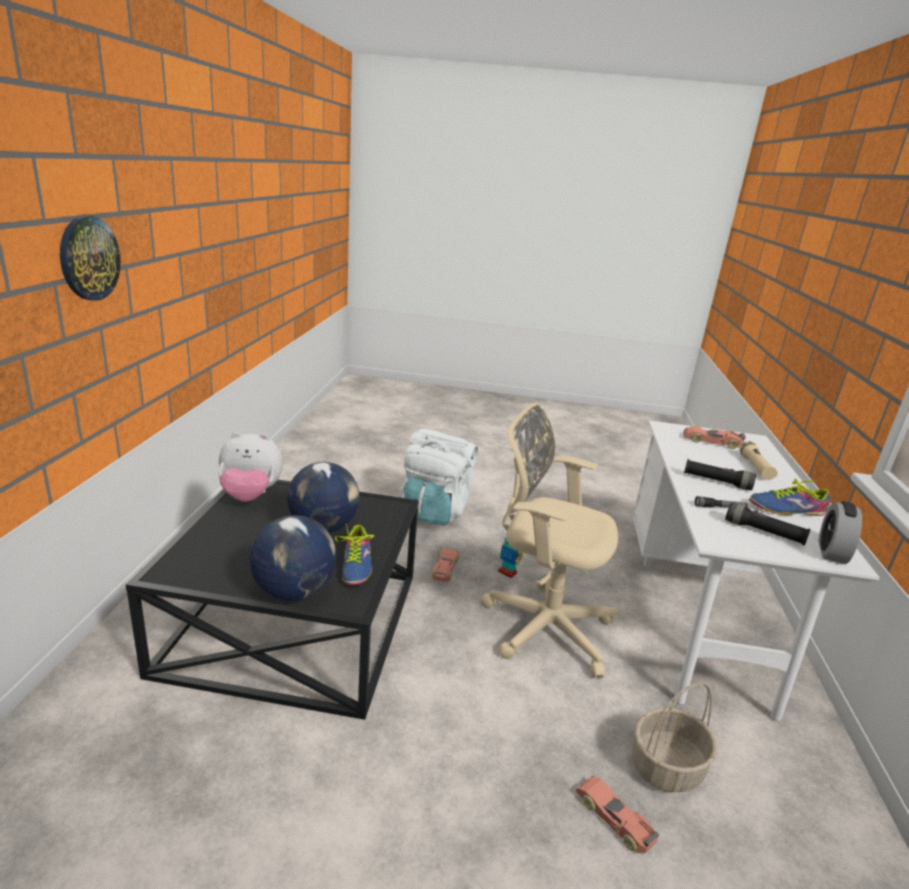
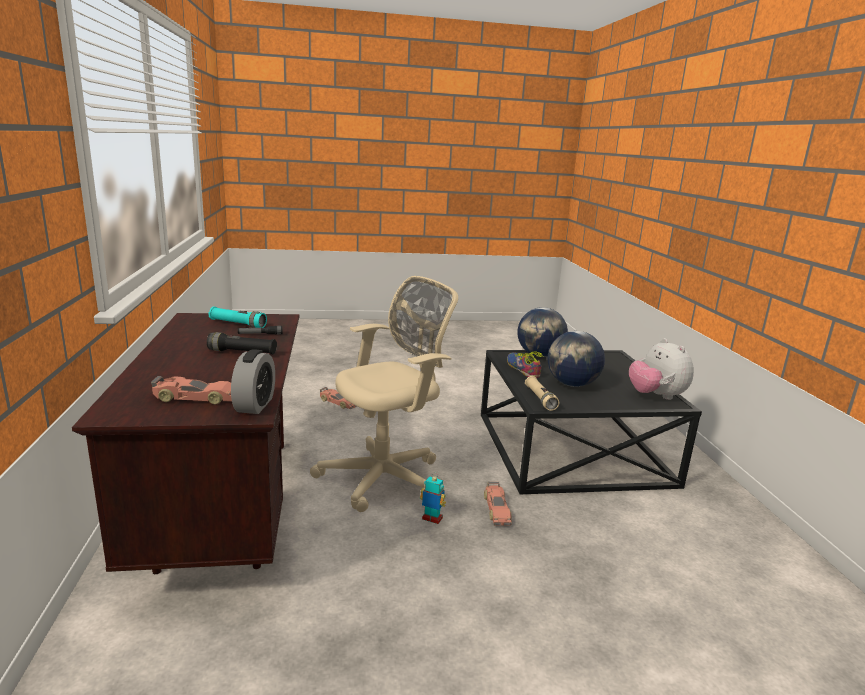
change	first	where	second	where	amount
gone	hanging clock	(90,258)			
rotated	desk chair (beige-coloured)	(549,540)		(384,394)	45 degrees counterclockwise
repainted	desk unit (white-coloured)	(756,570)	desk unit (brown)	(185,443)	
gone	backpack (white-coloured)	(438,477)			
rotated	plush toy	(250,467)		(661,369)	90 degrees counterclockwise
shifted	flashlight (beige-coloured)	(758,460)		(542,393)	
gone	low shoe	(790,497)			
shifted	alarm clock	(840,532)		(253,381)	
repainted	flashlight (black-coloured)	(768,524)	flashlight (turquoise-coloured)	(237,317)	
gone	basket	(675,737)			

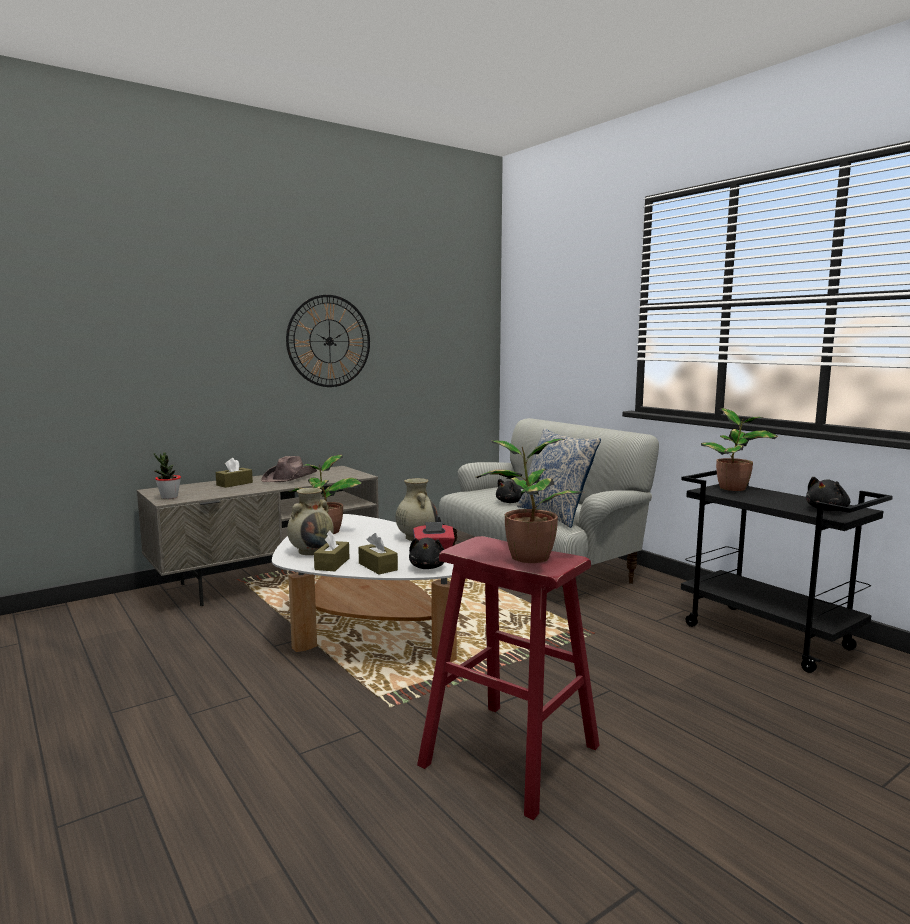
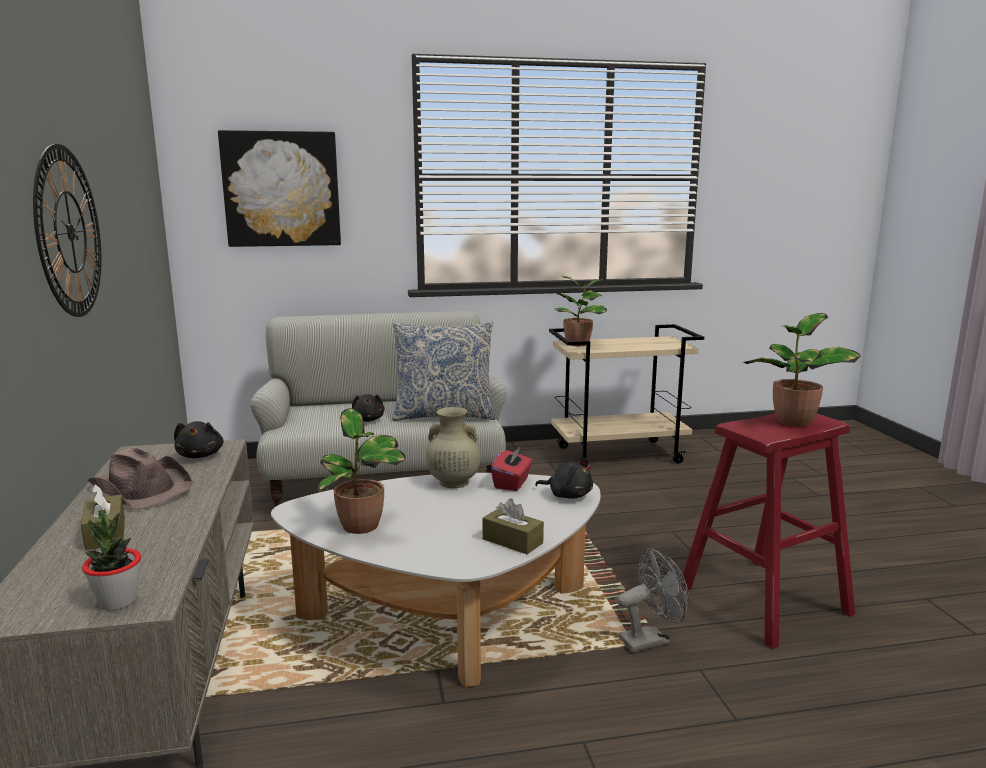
change	first	where	second	where	amount
repainted	trolley (black-coloured)	(787,571)	trolley (beige-coloured)	(626,394)	
shifted	plush toy (black-coloured)	(828,494)		(199,439)	
gone	decorative vase (beige-coloured)	(310,521)			
gone	tissue box (brown)	(378,553)			
new			wall art	(279,188)	
new			cooling fan (gray)	(653,600)	

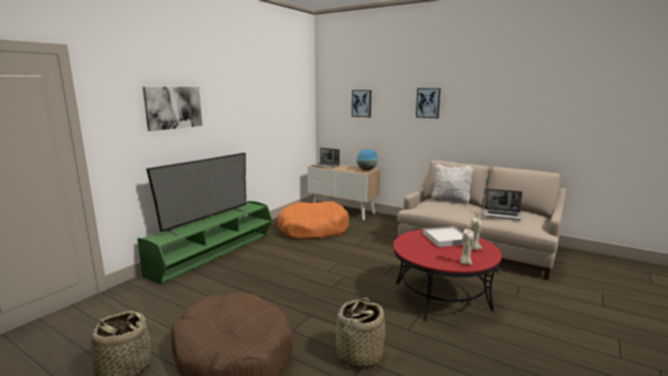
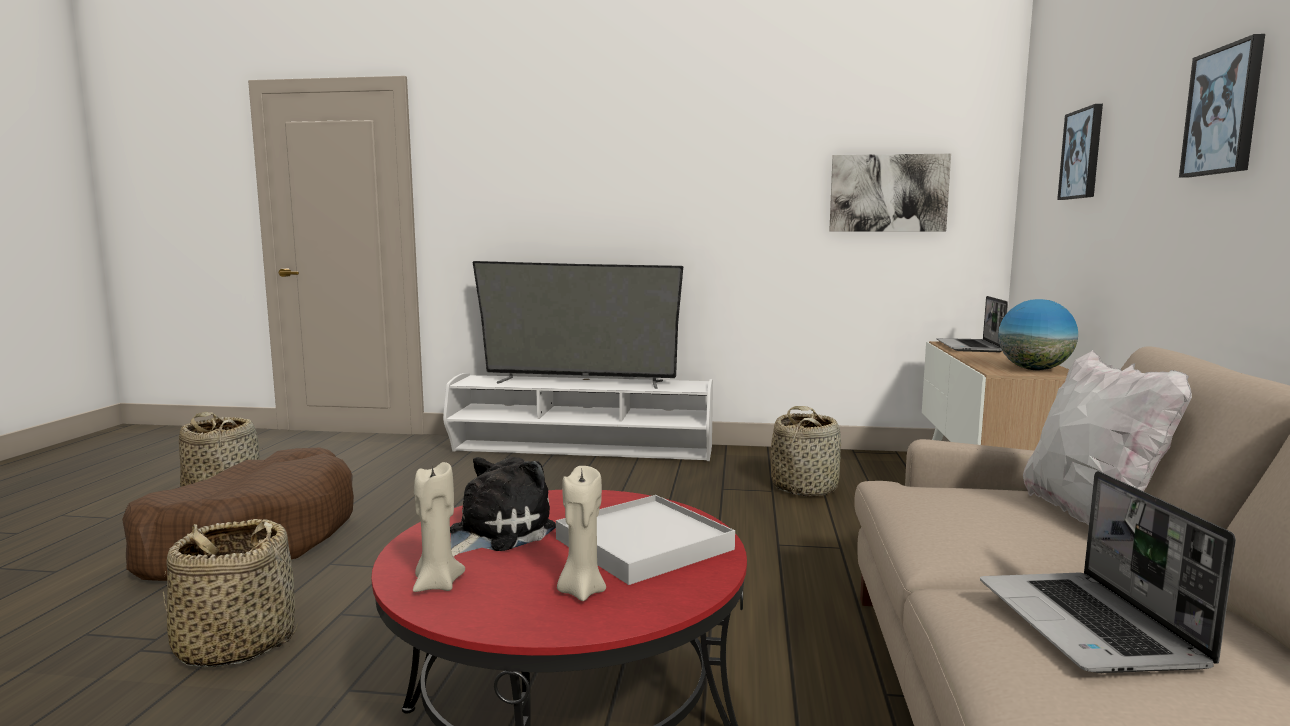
change	first	where	second	where	amount
shifted	wall art	(172,109)		(890,193)	
repainted	media console (green-coloured)	(204,243)	media console (white-coloured)	(578,417)	
swapped	pet bed (orangey)	(313,220)	basket	(806,451)	
new			plush toy	(503,507)	

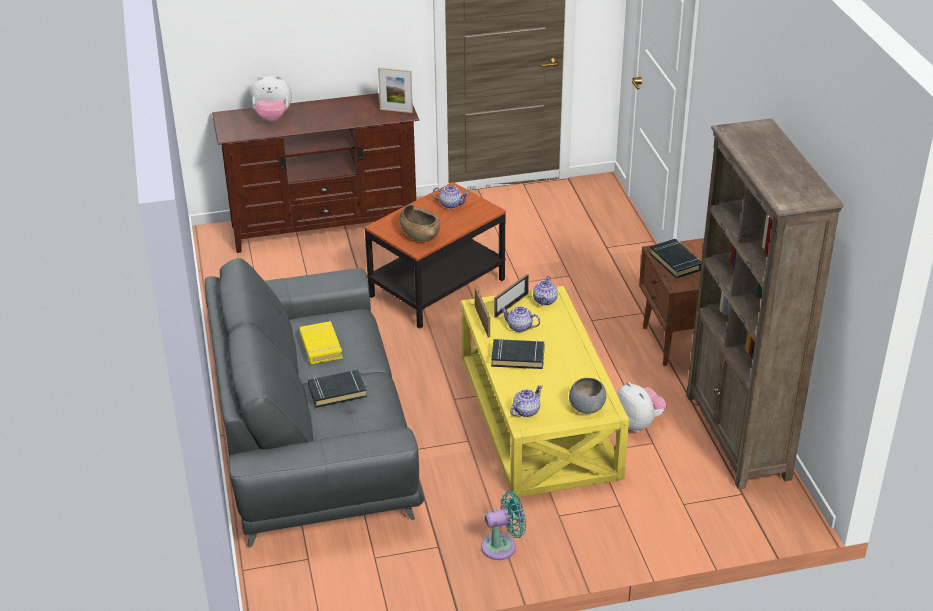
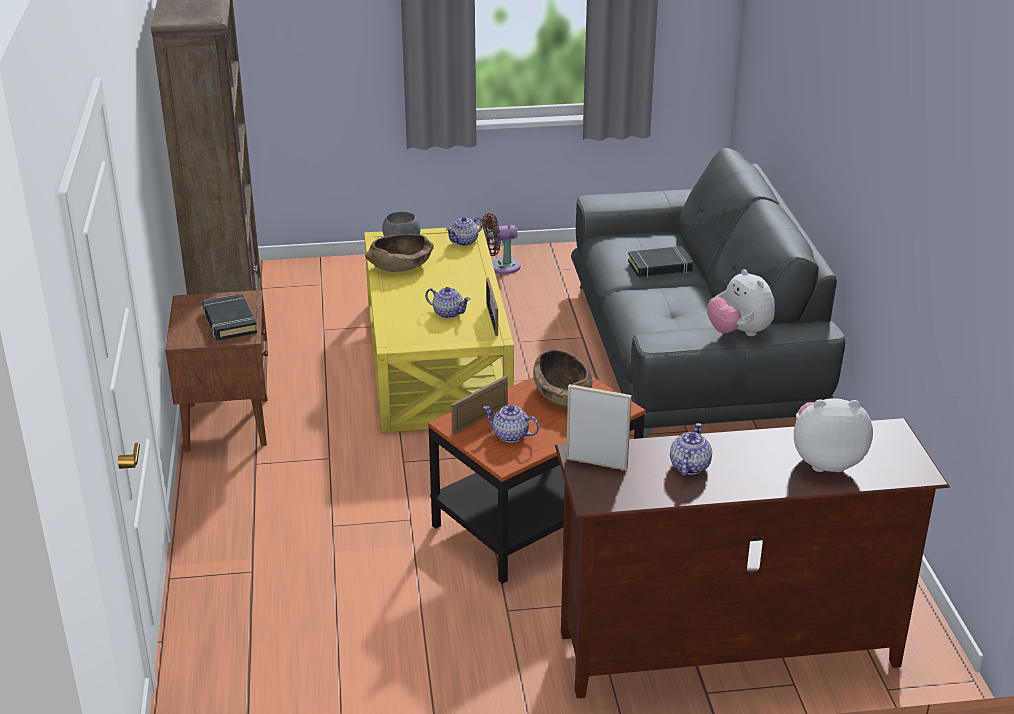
change	first	where	second	where	amount
shifted	photo frame	(511,296)		(479,405)	
shifted	teapot	(545,291)		(691,449)	
gone	bound book (yellowish)	(321,342)			
gone	bound book (black-coloured)	(518,354)			
shifted	plush toy	(641,407)		(741,302)	
repainted	cooling fan (turquoise-coloured)	(503,525)	cooling fan (brown)	(501,243)	
new			deep dish (brown)	(399,253)	

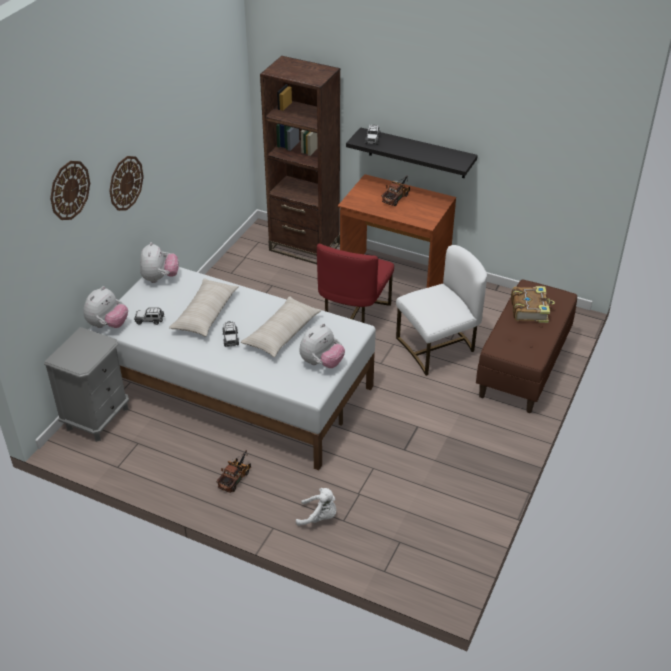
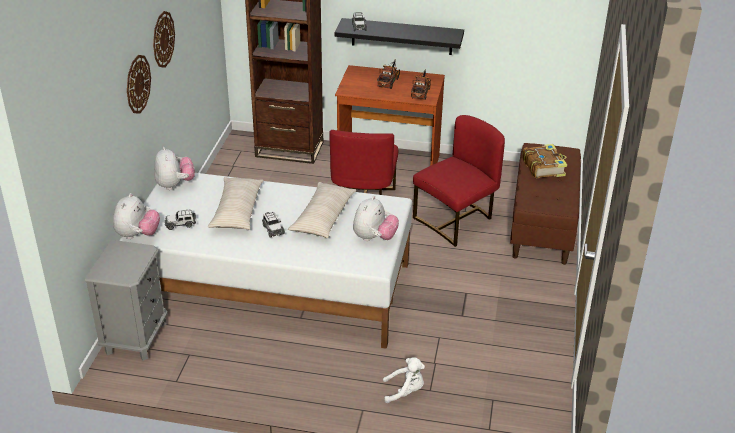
change	first	where	second	where	amount
shifted	hanging clock	(70,190)		(164,39)	
repainted	upright chair (white-coloured)	(441,310)	upright chair (reddish)	(459,181)	
shifted	model truck	(233,471)		(421,84)	

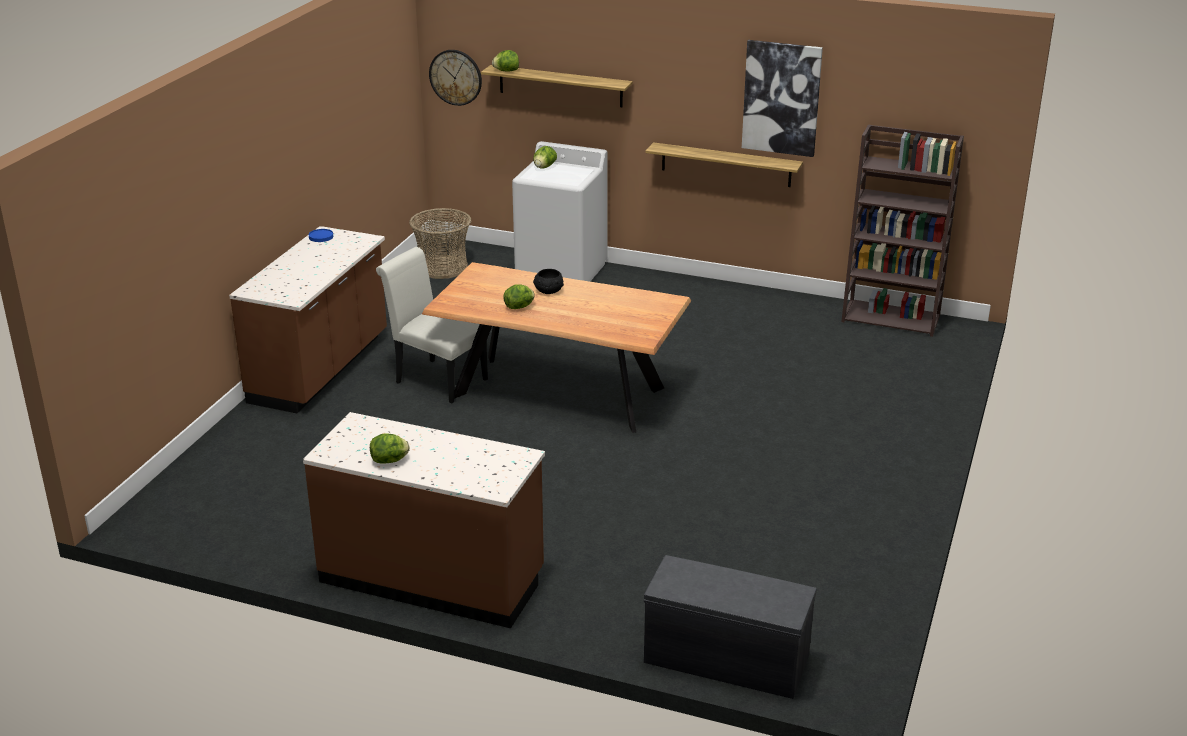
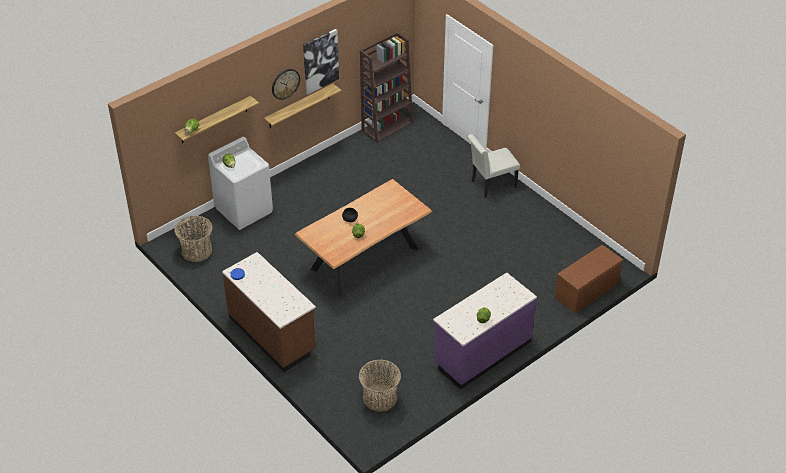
change	first	where	second	where	amount
shifted	hanging clock	(455,78)		(286,84)	
shifted	upright chair (white-coloured)	(432,325)		(493,166)	
repainted	kitchen counter (brown)	(424,520)	kitchen counter (purple)	(485,331)	
repainted	indoor bench (gray)	(730,627)	indoor bench (brown)	(589,279)	
new			basket	(380,386)	

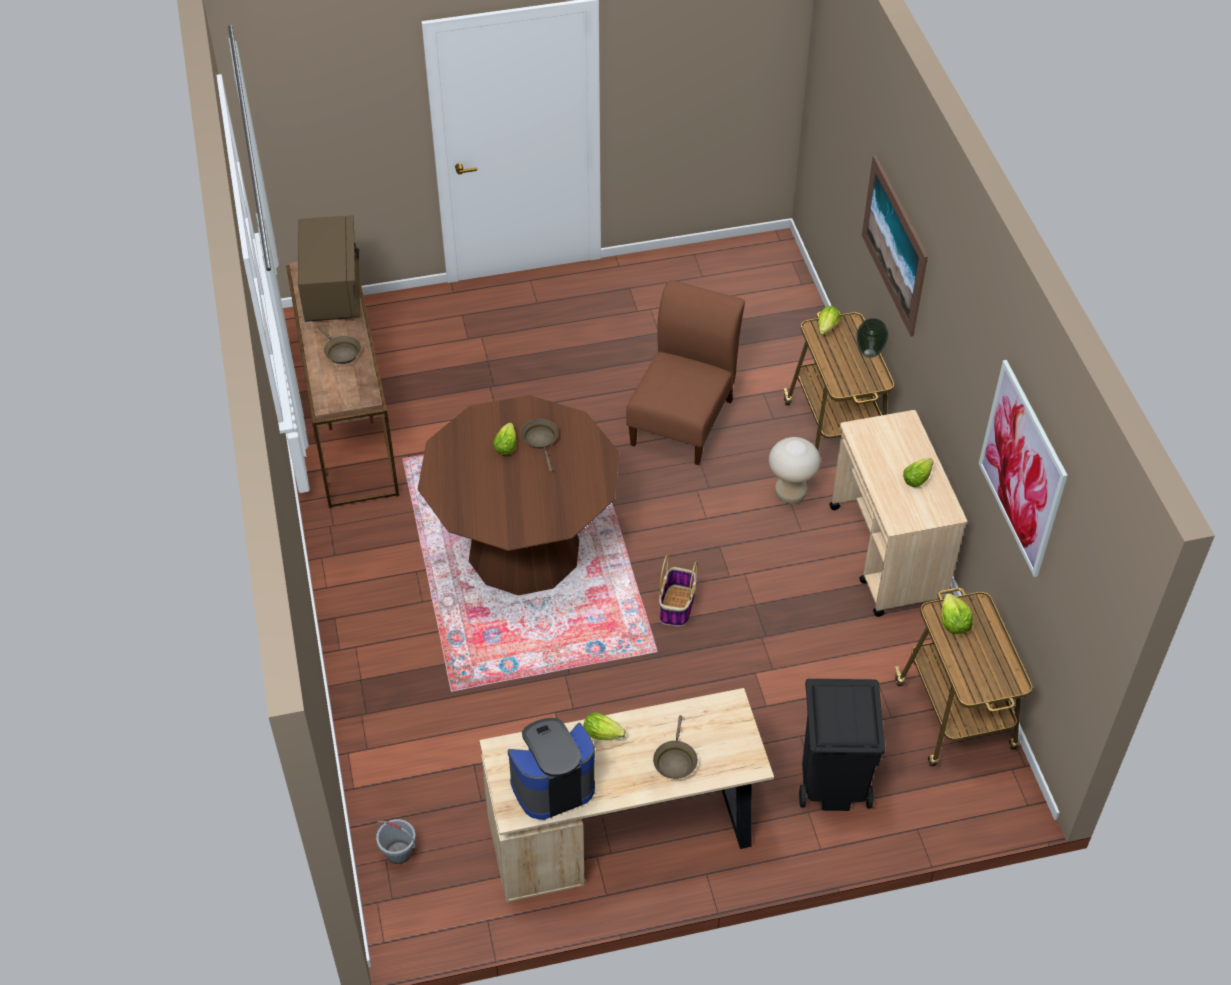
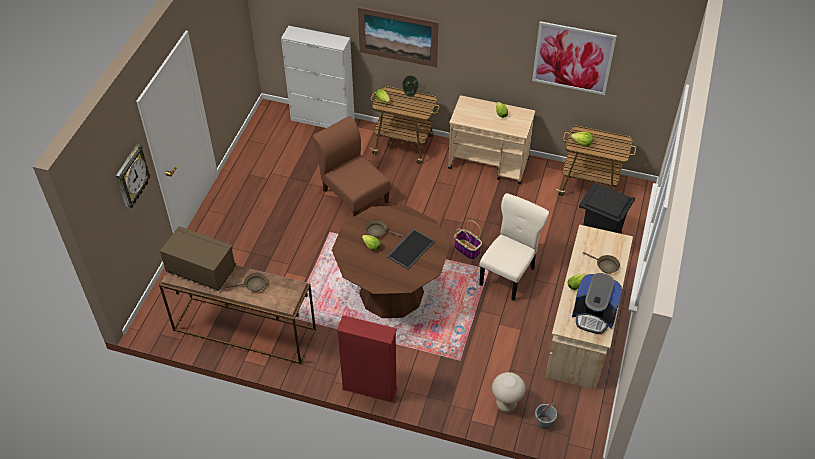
change	first	where	second	where	amount
shifted	stool seat (beige-coloured)	(795,470)		(509,392)	
rotated	coffee brewer	(551,769)		(597,303)	75 degrees counterclockwise
new			cabinet (white-coloured)	(318,77)	
new			hanging clock	(133,176)	
new			upright chair (beige-coloured)	(514,247)	
new			tray	(411,249)	
new			shelving unit (reddish)	(367,359)	

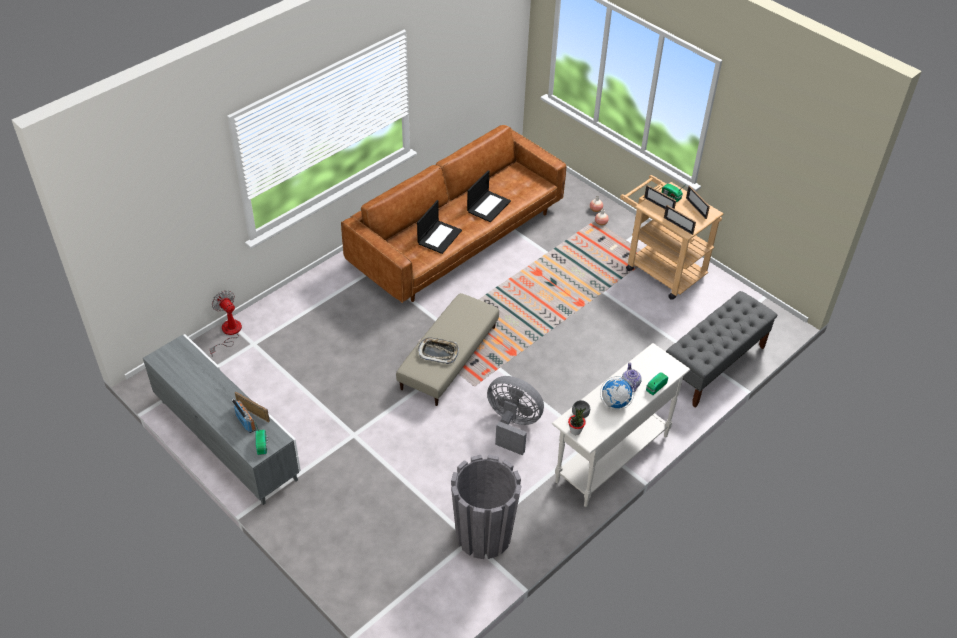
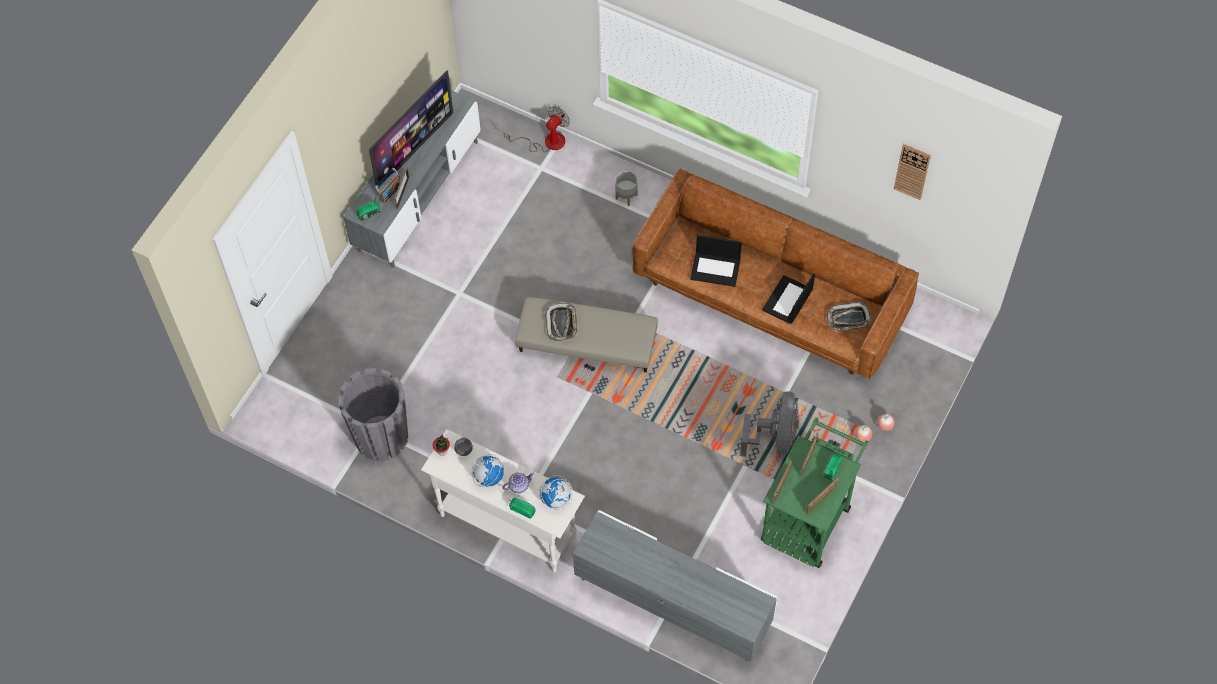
change	first	where	second	where	amount
rotated	portable computer	(489,196)		(788,298)	105 degrees clockwise
repainted	trolley (beige-coloured)	(672,237)	trolley (green-coloured)	(814,493)	
swapped	indoor bench (gray)	(721,349)	media console (gray)	(675,586)	
shifted	cooling fan (gray)	(515,415)		(769,424)	
new			TV	(411,129)	
new			hanging clock	(912,172)	
new			plant pot (gray)	(626,188)	
new			tray	(849,317)	
new			desk globe	(556,492)	

